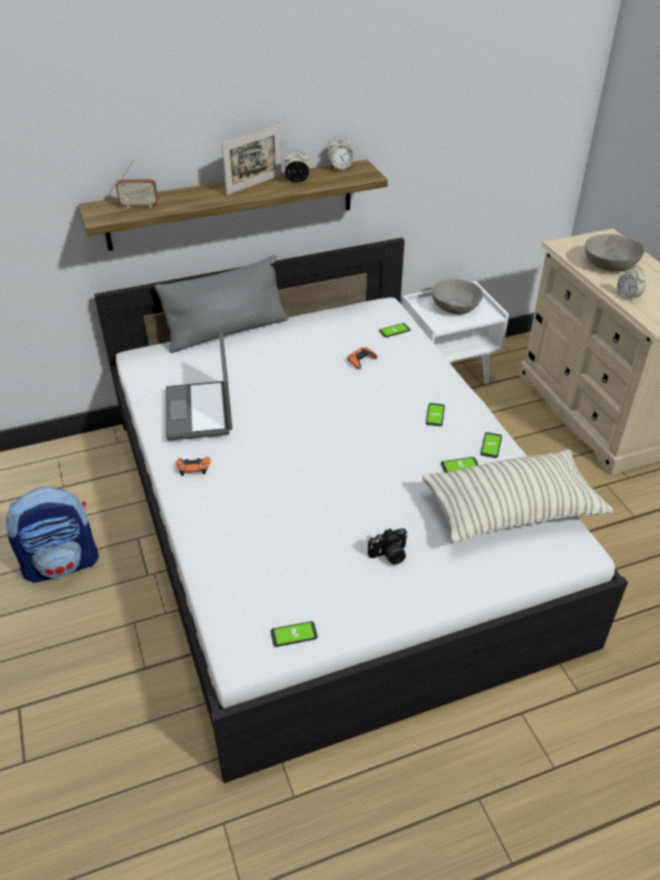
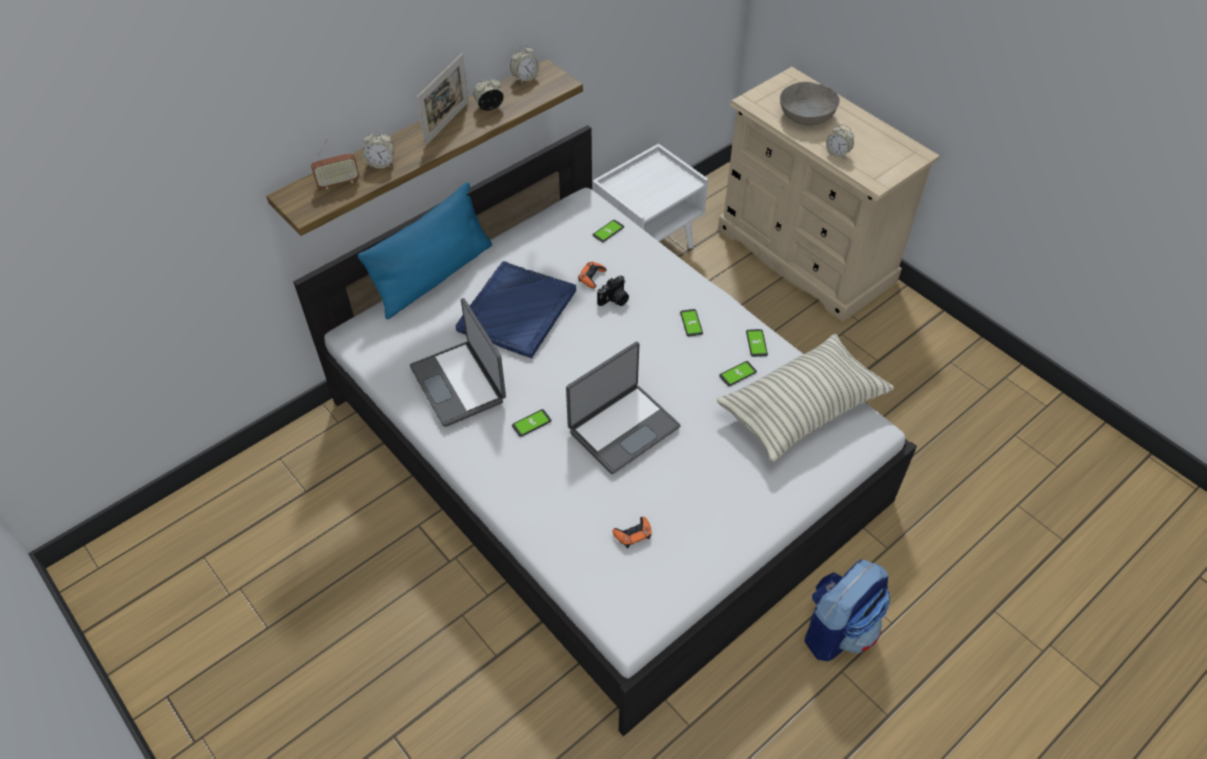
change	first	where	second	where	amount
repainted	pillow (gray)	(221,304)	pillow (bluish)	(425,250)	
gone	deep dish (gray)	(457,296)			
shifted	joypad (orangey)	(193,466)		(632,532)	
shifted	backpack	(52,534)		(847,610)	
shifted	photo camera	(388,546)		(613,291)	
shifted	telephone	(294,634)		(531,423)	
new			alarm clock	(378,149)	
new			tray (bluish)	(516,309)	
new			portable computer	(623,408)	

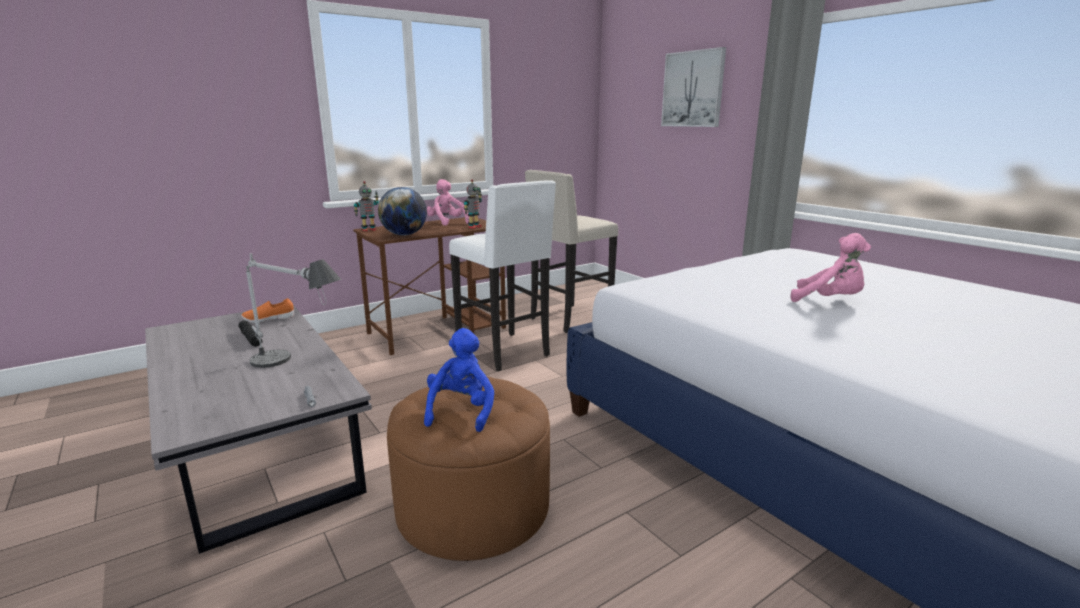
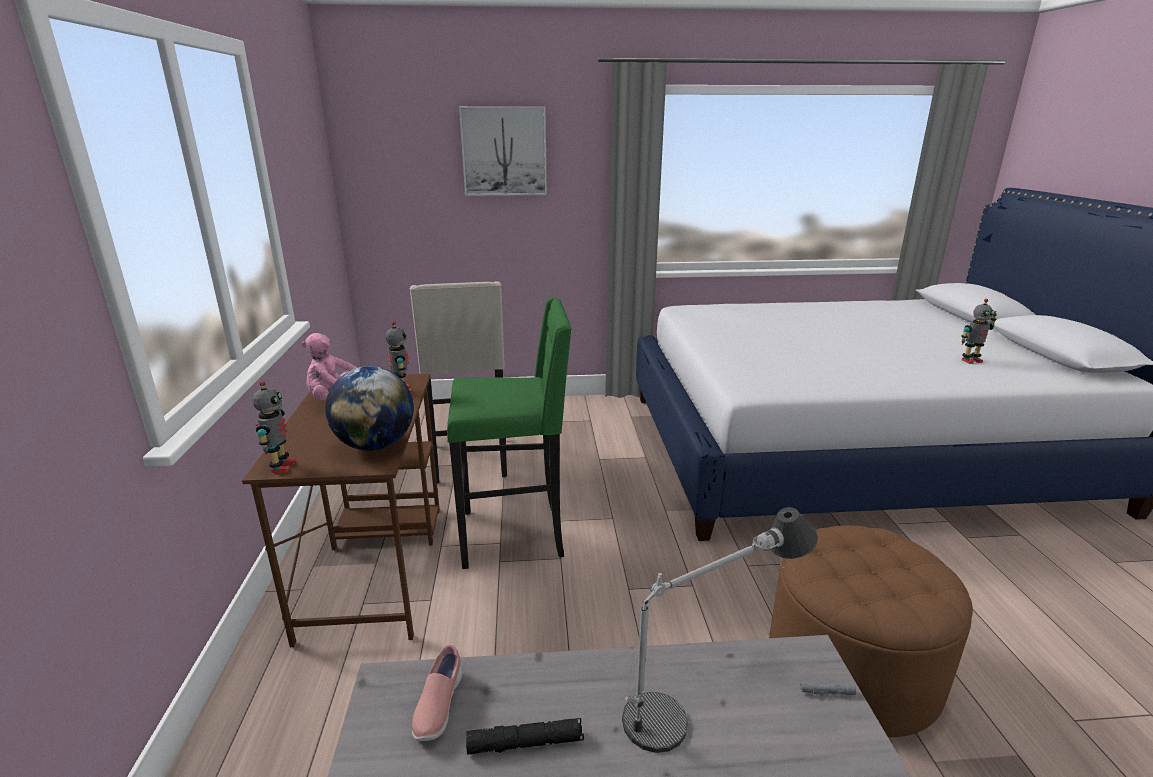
change	first	where	second	where	amount
repainted	stool seat (white-coloured)	(502,275)	stool seat (green-coloured)	(509,433)	
gone	plush toy (pink-coloured)	(831,267)			
repainted	low shoe (orangey)	(268,310)	low shoe (pink-coloured)	(437,693)	
gone	plush toy (bluish)	(459,380)			
new			robot figure	(979,331)	

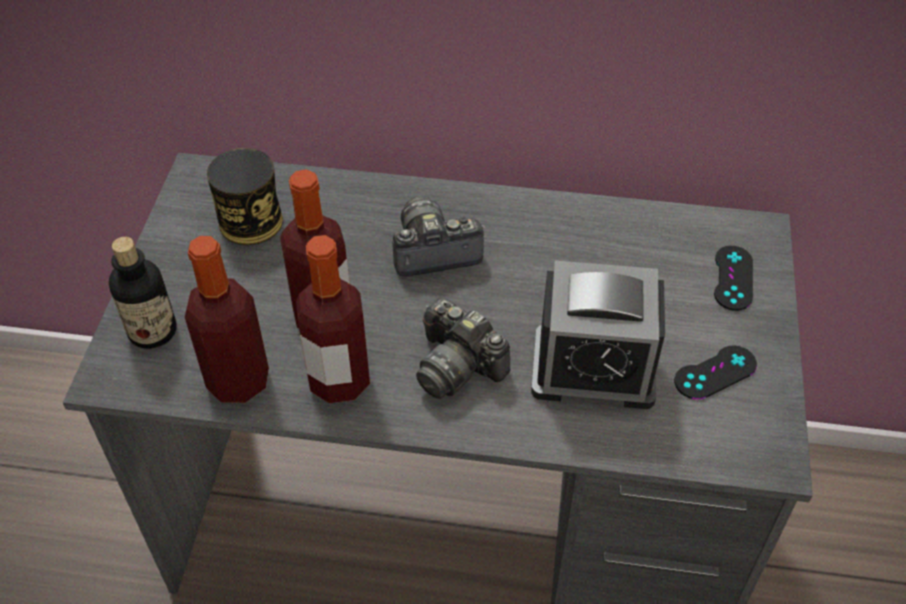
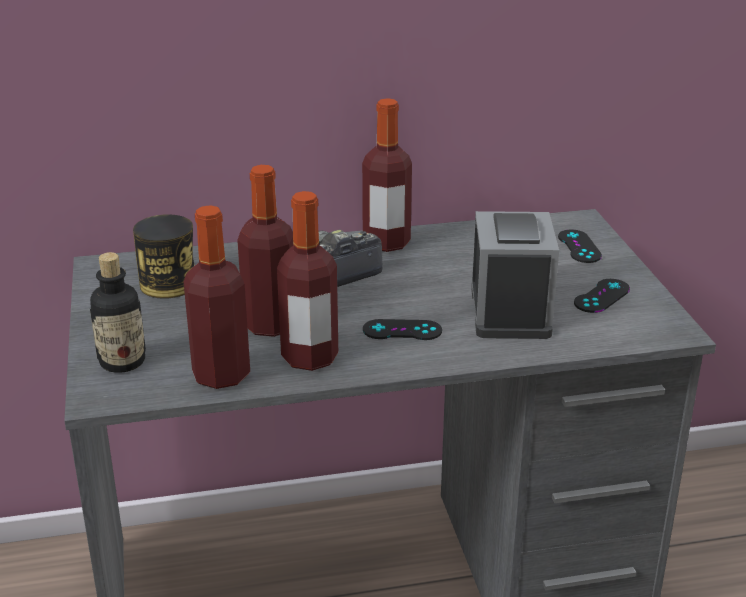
change	first	where	second	where	amount
rotated	alarm clock	(598,334)		(515,275)	75 degrees counterclockwise
swapped	photo camera	(463,348)	joypad (black-coloured)	(402,329)	
new			drink bottle	(387,175)	

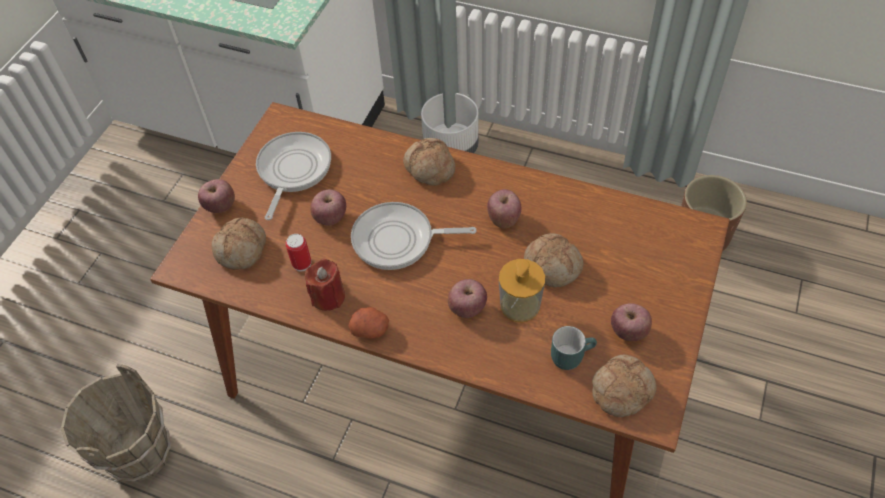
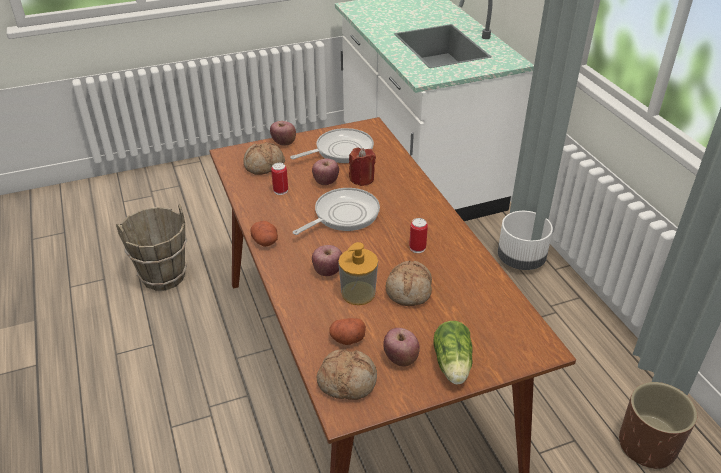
change	first	where	second	where	amount
gone	baked bread	(429,162)			
swapped	apple fruit	(504,208)	sealed can	(418,235)	
rotated	pan	(414,236)		(336,211)	90 degrees clockwise
shifted	candle (reddish)	(325,285)		(362,167)	
swapped	mug (turquoise-coloured)	(574,348)	potato	(347,331)	
new			lettuce	(453,353)	

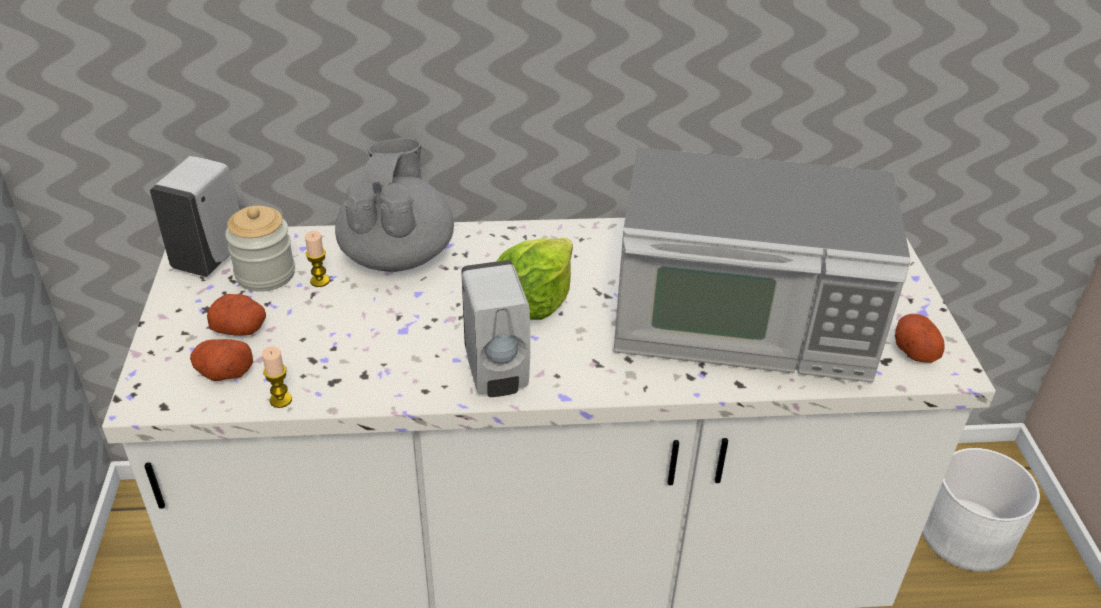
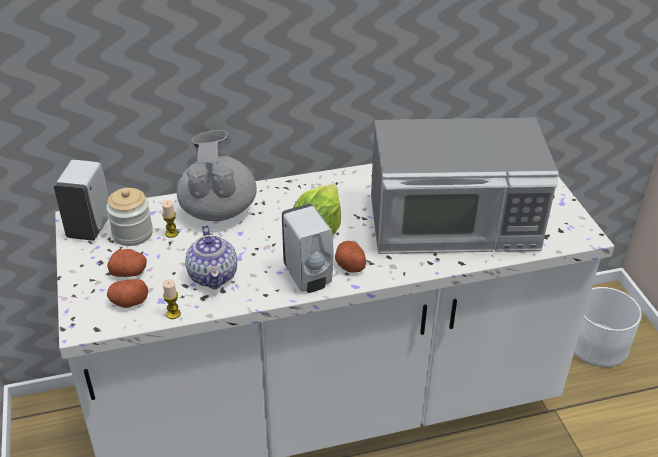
change	first	where	second	where	amount
shifted	potato	(919,338)		(350,257)	
new			teapot	(211,257)	

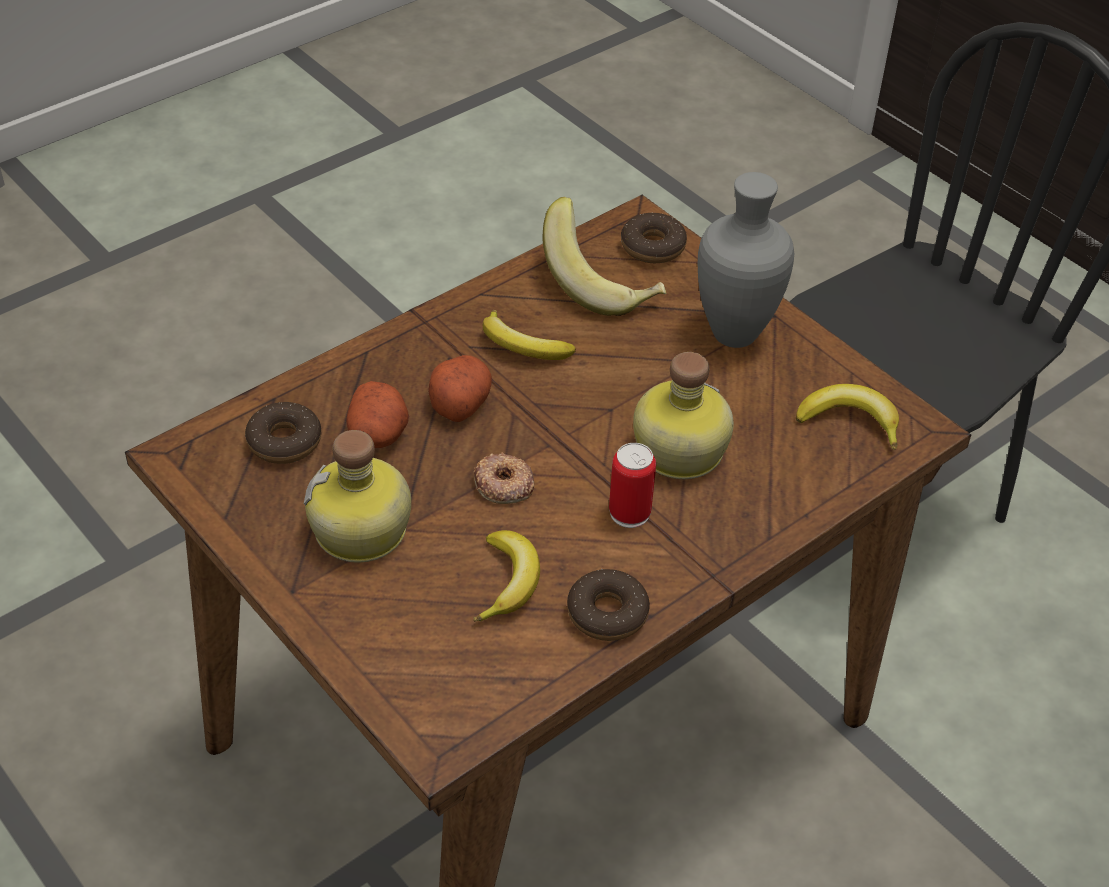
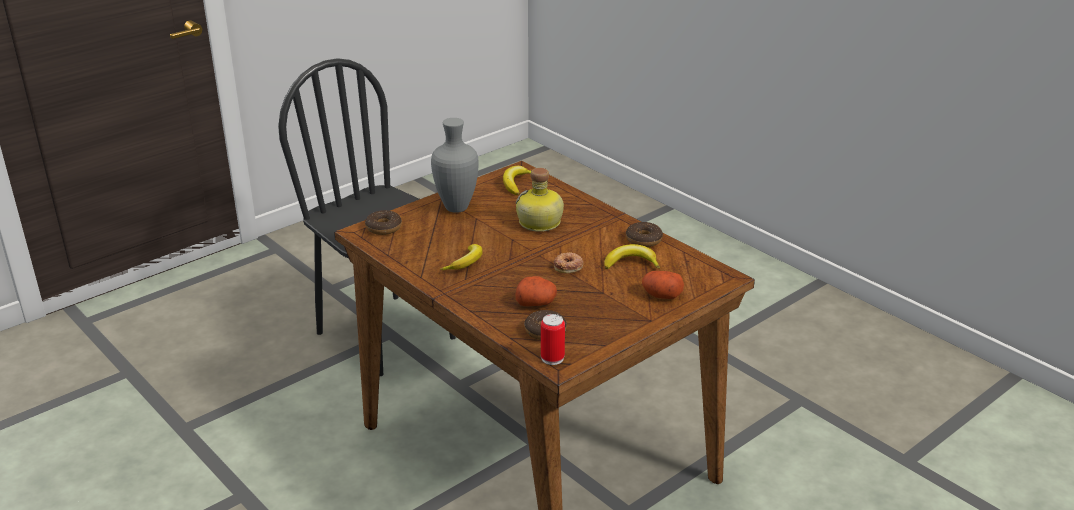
change	first	where	second	where	amount
gone	banana	(604,256)			
shifted	potato	(460,388)		(663,285)	
gone	drink bottle	(357,496)			
shifted	sealed can	(632,485)		(553,339)	

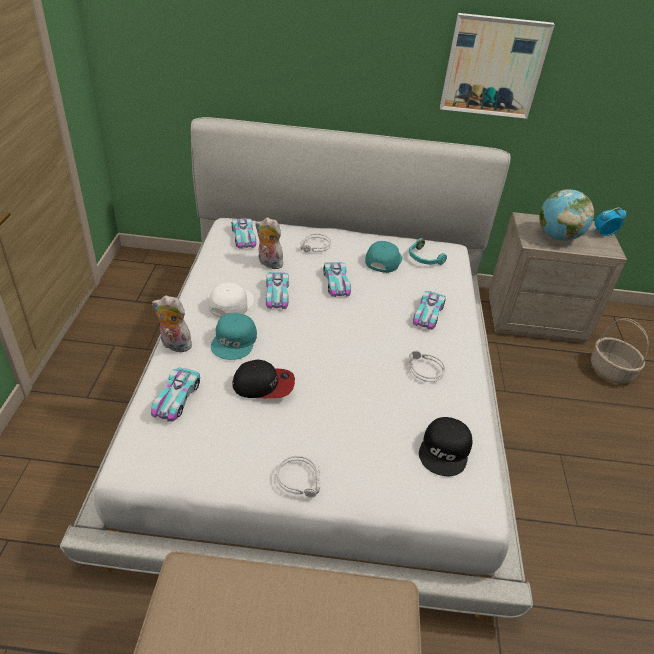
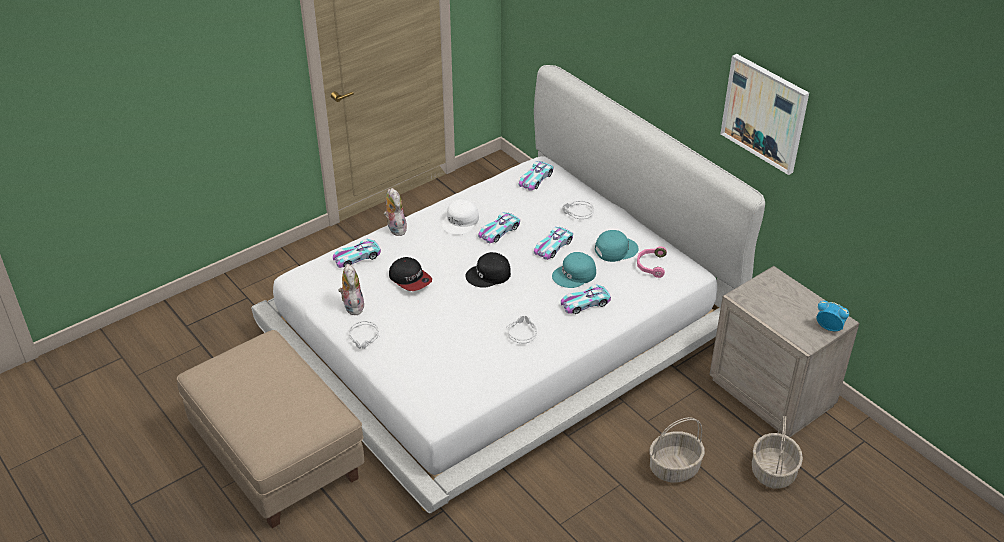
change	first	where	second	where	amount
gone	desk globe	(566,215)			
shifted	plush toy	(269,243)		(351,289)	
repainted	headset (turquoise-coloured)	(428,251)	headset (pink-coloured)	(652,262)	
rotated	baseball cap (white-coloured)	(231,300)		(460,217)	135 degrees clockwise
shifted	baseball cap (turquoise-coloured)	(234,336)		(574,270)	
shifted	baseball cap (black-coloured)	(445,446)		(488,270)	
new			basket	(677,449)	

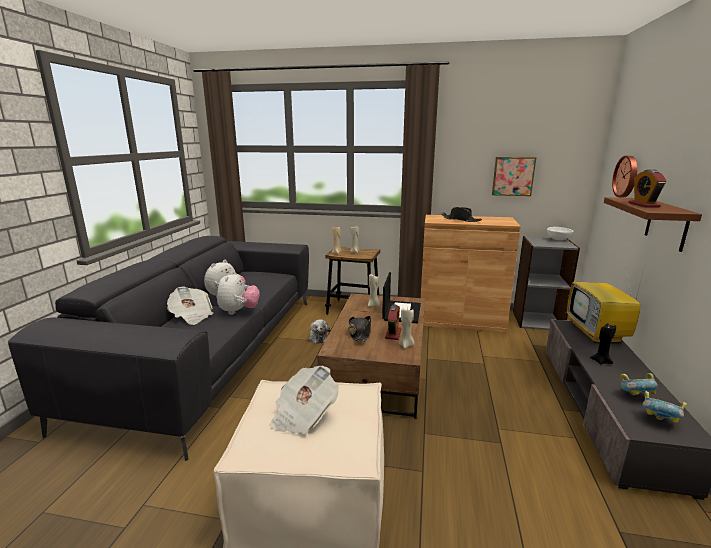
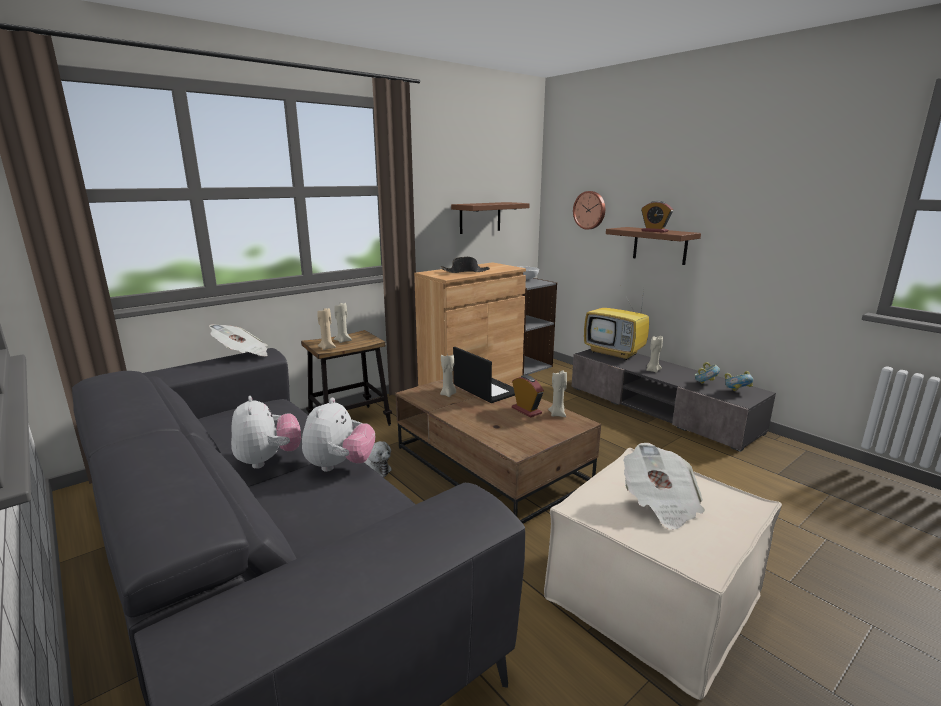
change	first	where	second	where	amount
swapped	wall art	(514,176)	bracket shelf (brown)	(490,218)	
rotated	plush toy	(238,293)		(338,435)	60 degrees clockwise
shifted	daily paper	(190,306)		(238,340)	
gone	clothing hat (black-coloured)	(359,329)			
repainted	candle (black-coloured)	(603,344)	candle (beige-coloured)	(654,354)	

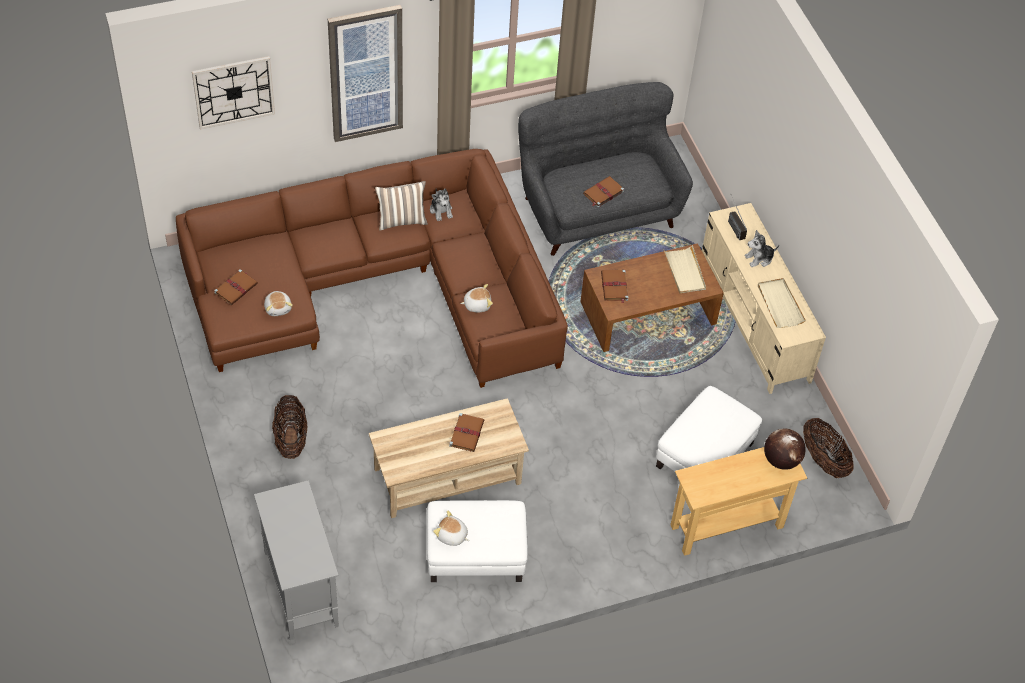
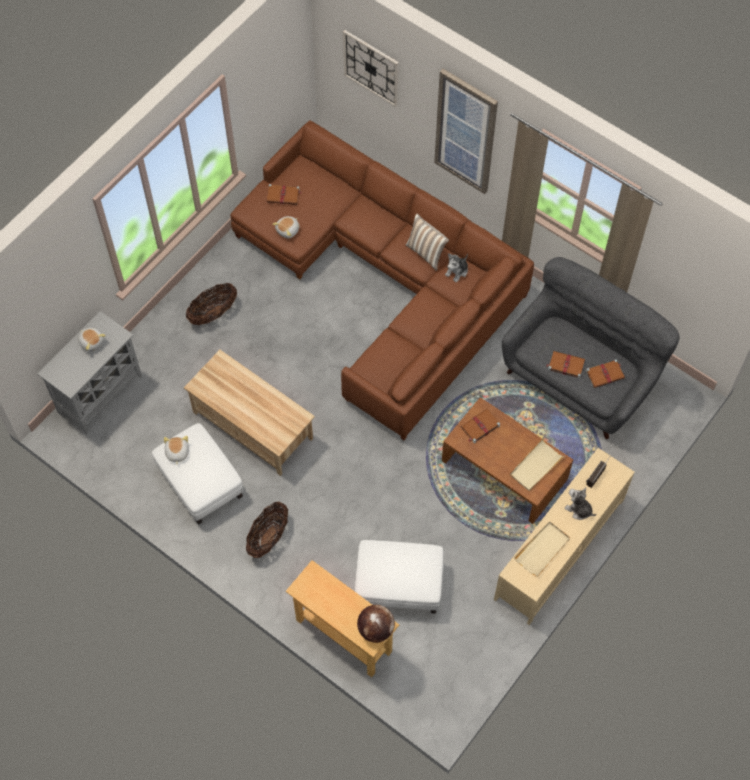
change	first	where	second	where	amount
shifted	plush toy	(476,298)		(92,340)	
shifted	bound book (brown)	(466,432)		(605,373)	
shifted	basket	(828,448)		(267,530)	

